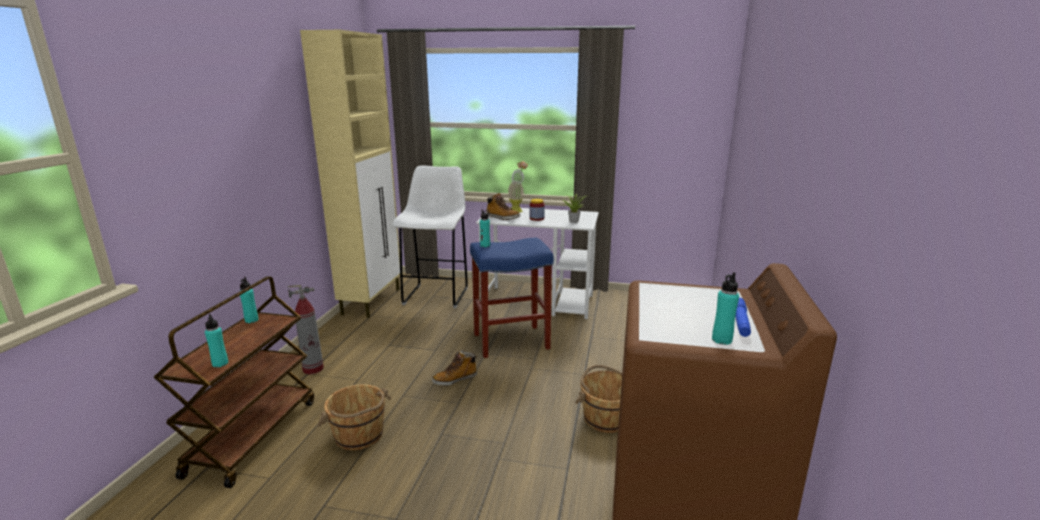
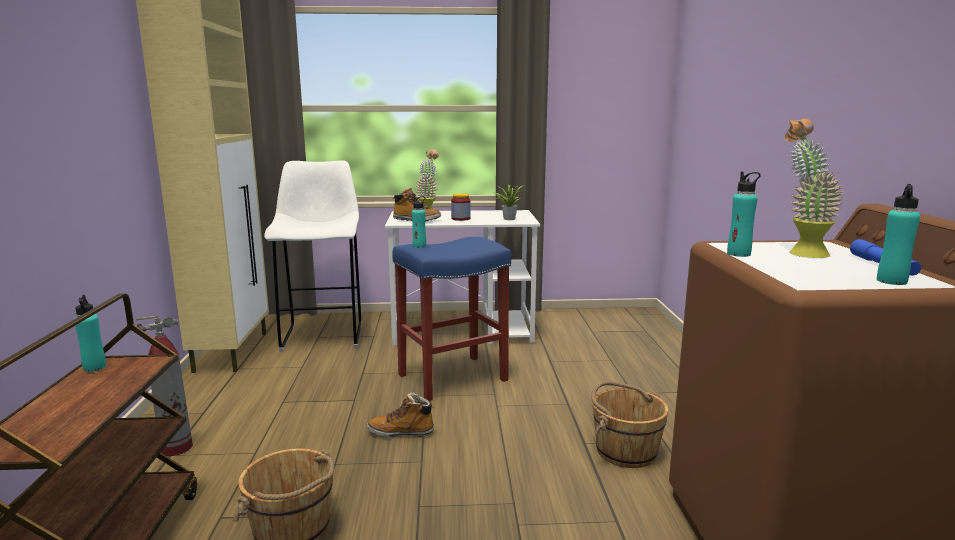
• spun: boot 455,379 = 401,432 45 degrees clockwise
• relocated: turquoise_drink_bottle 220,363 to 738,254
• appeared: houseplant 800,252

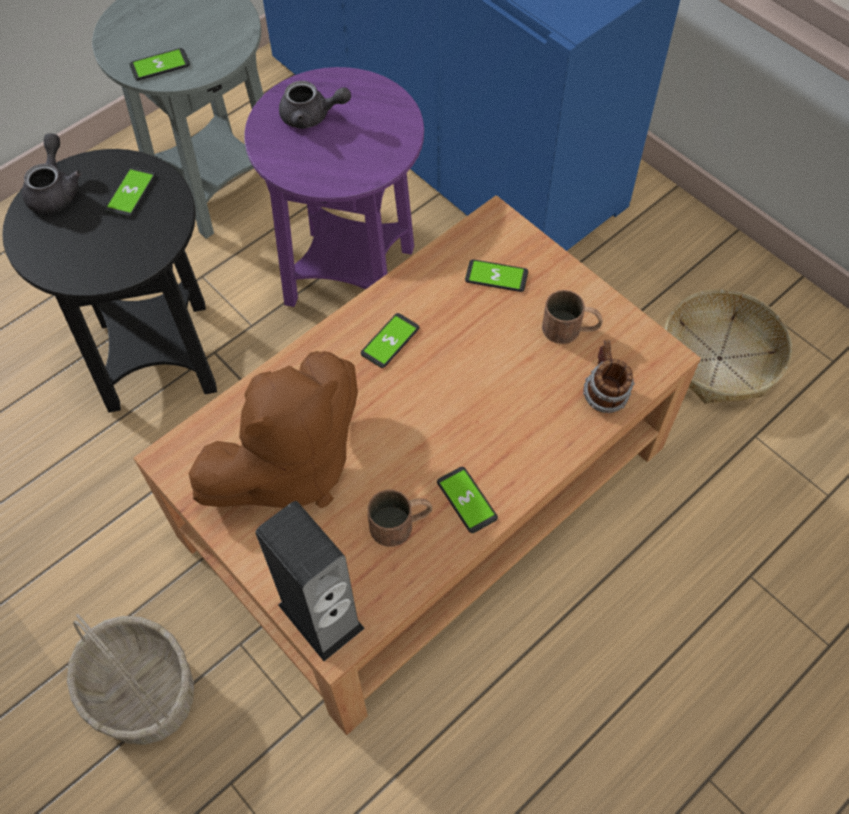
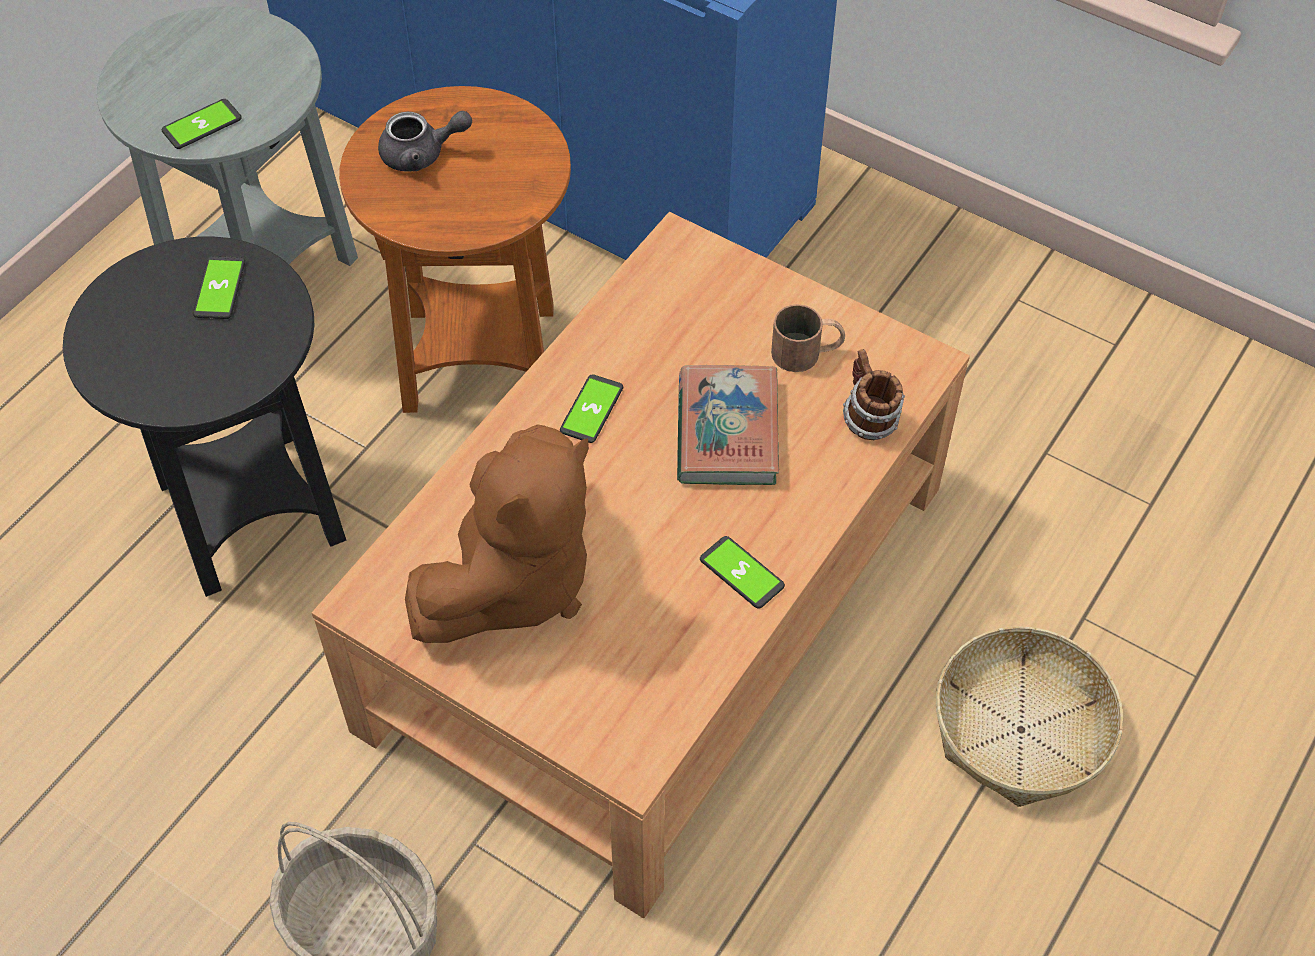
• colour: purple_end_table 351,276 to brown_end_table 480,359
• appeared: book 727,431
• relocated: basket 720,358 to 1021,729
• missing: gray_pot_for_tea 55,190
• missing: audio_speaker 321,616
• missing: brown_coffee_mug 401,523
• missing: phone 496,276

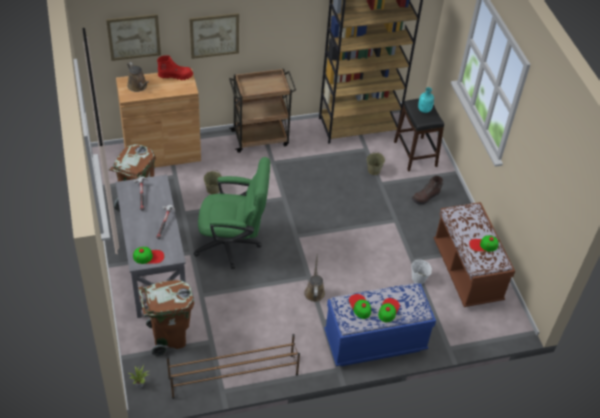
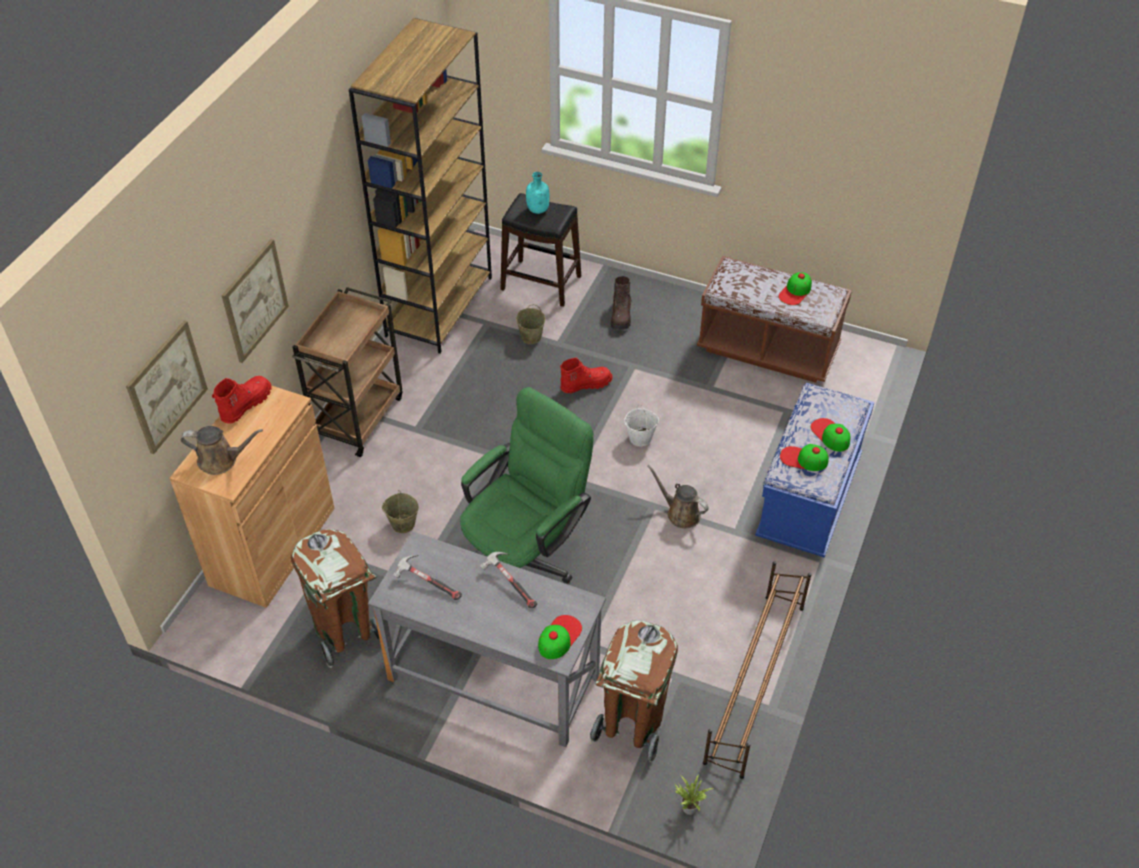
• appeared: red_boot 585,384
• relocated: whitish_bucket 419,278 to 641,438

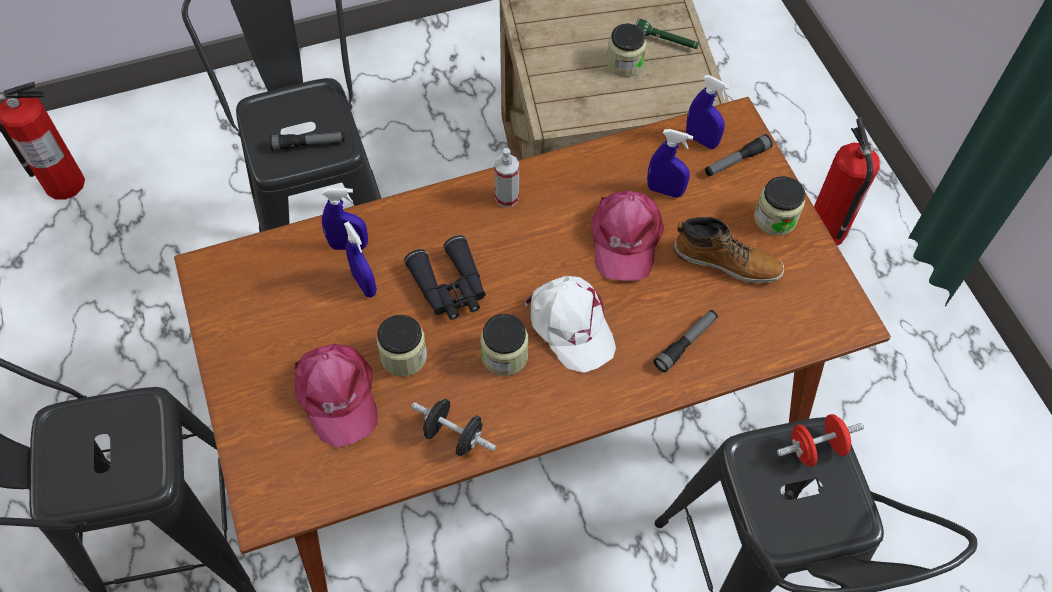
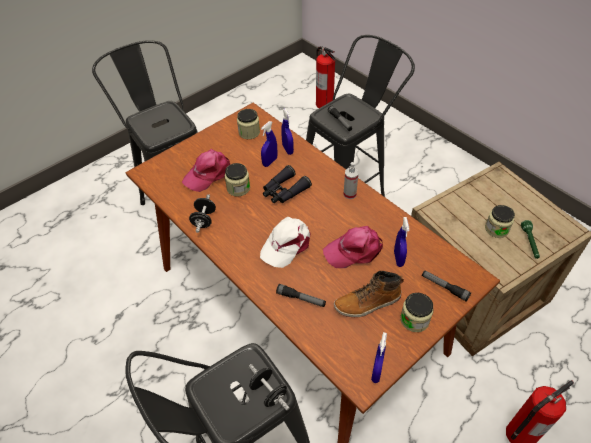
• relocated: jar 504,355 to 249,132
• colour: red_dumbbell 815,448 to black-coloured_dumbbell 268,392
• spun: boot 726,261 = 367,303 75 degrees clockwise
• relocated: bluish_spray_bottle 701,140 to 376,372

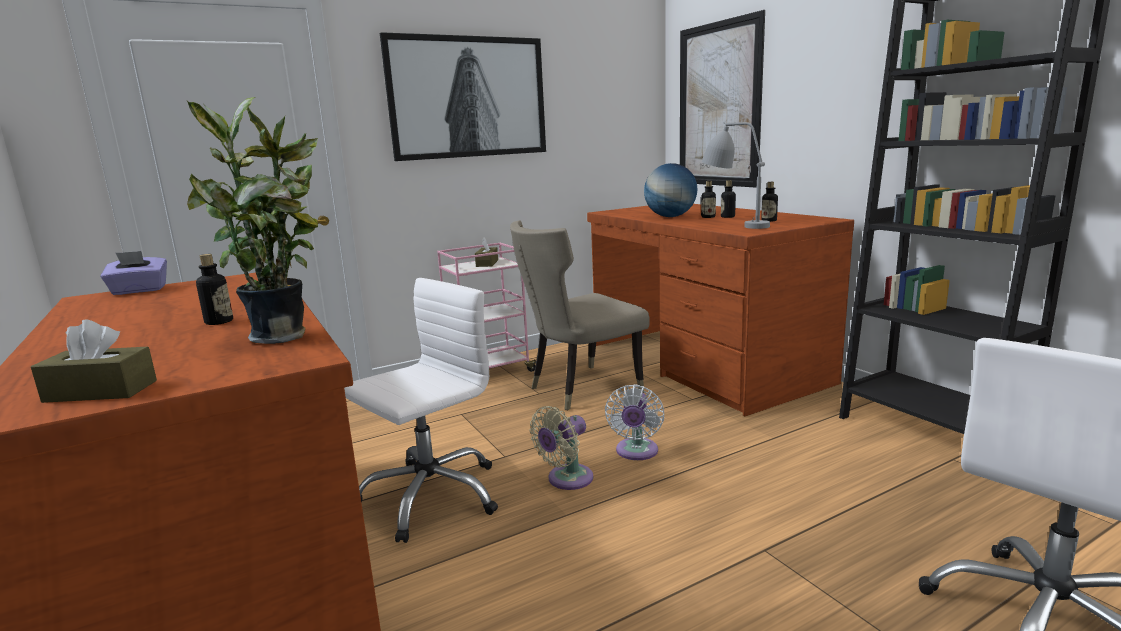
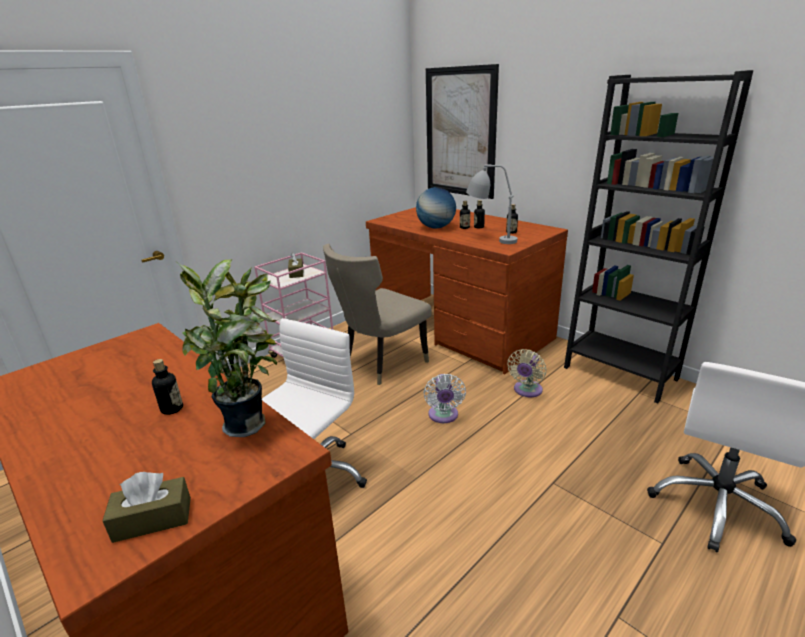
• relocated: beige-coloured_fan 566,480 to 526,391
• missing: purple_tissue_box 139,290
• missing: picture 468,97

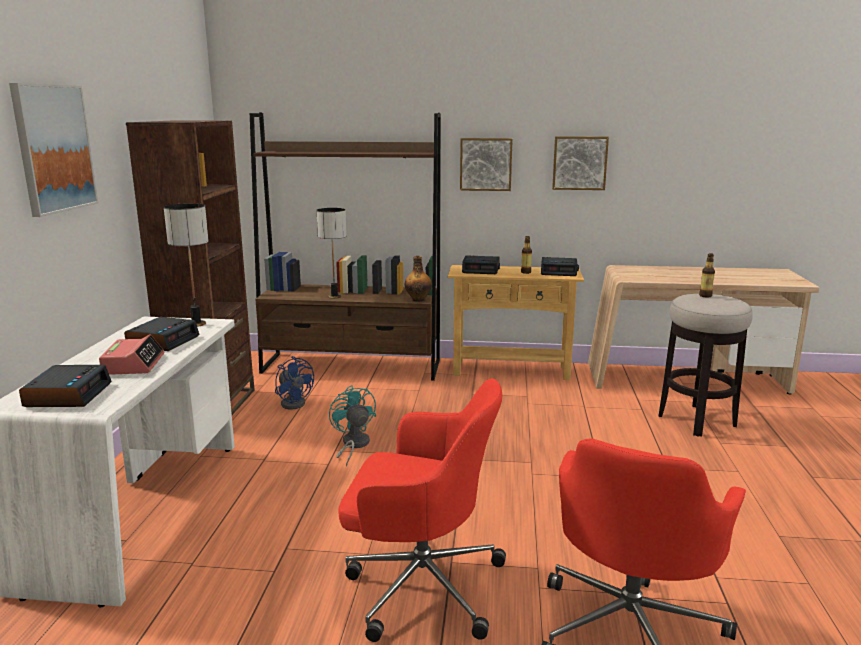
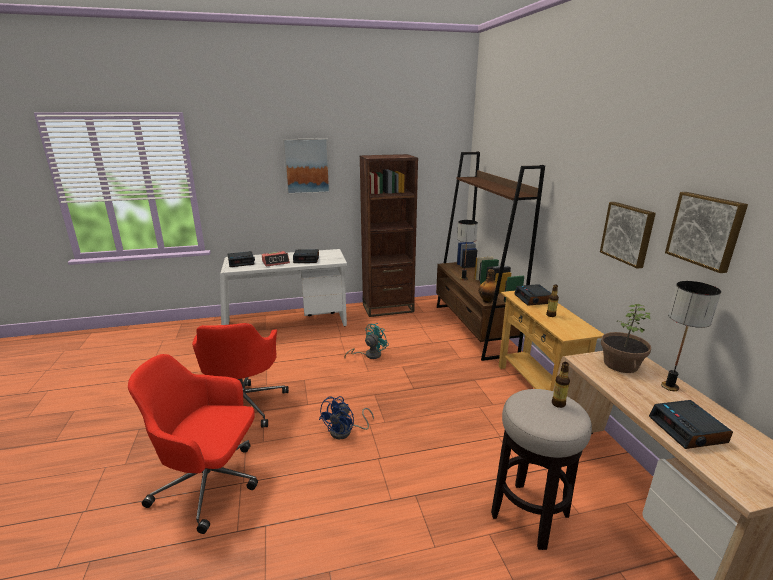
• relocated: bluish_fan 294,402 to 345,432
• appeared: houseplant 620,364
• relocated: alarm_clock 559,271 to 688,430
• relocated: lamp_for_a_table 197,324 to 670,386
• relocated: picture 486,164 to 705,230

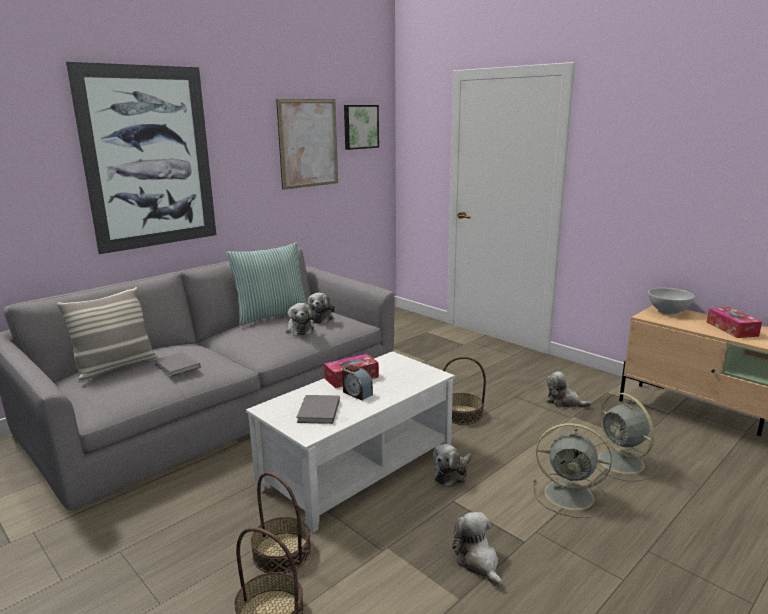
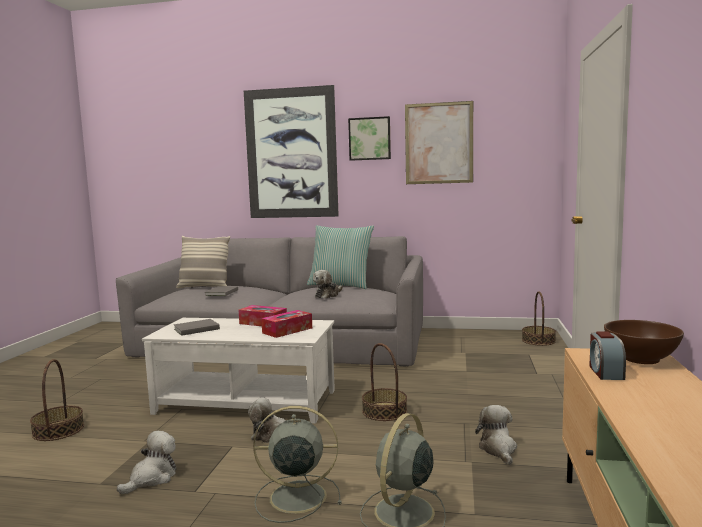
• spun: gray_fan 571,496 = 295,497 105 degrees clockwise
• relocated: tissue_box 731,329 to 287,330
• relocated: picture 360,126 to 369,138
• relocated: basket 282,552 to 538,341
• relocated: alarm_clock 356,393 to 605,372
• colour: whitish_serving_bowl 668,311 to brown_serving_bowl 641,359
• missing: plush_toy 320,318

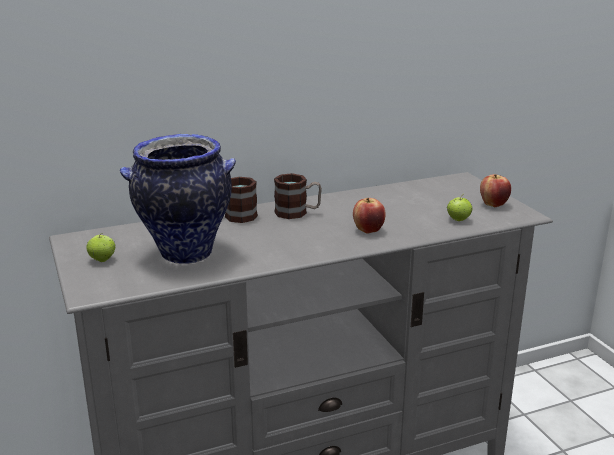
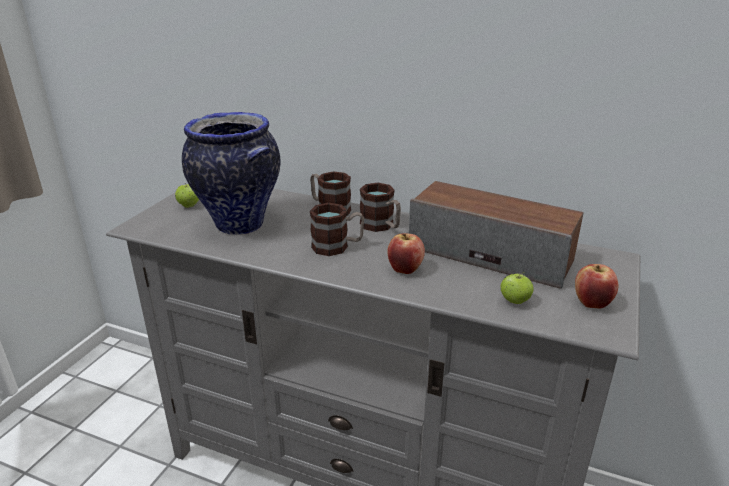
• appeared: coffee_mug 337,246
• appeared: audio_speaker 490,254

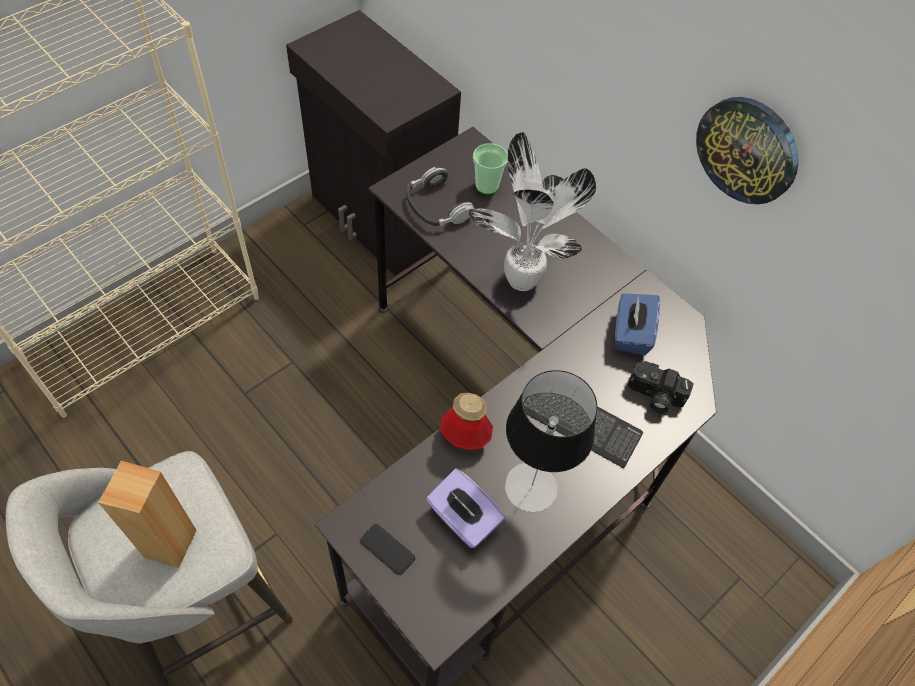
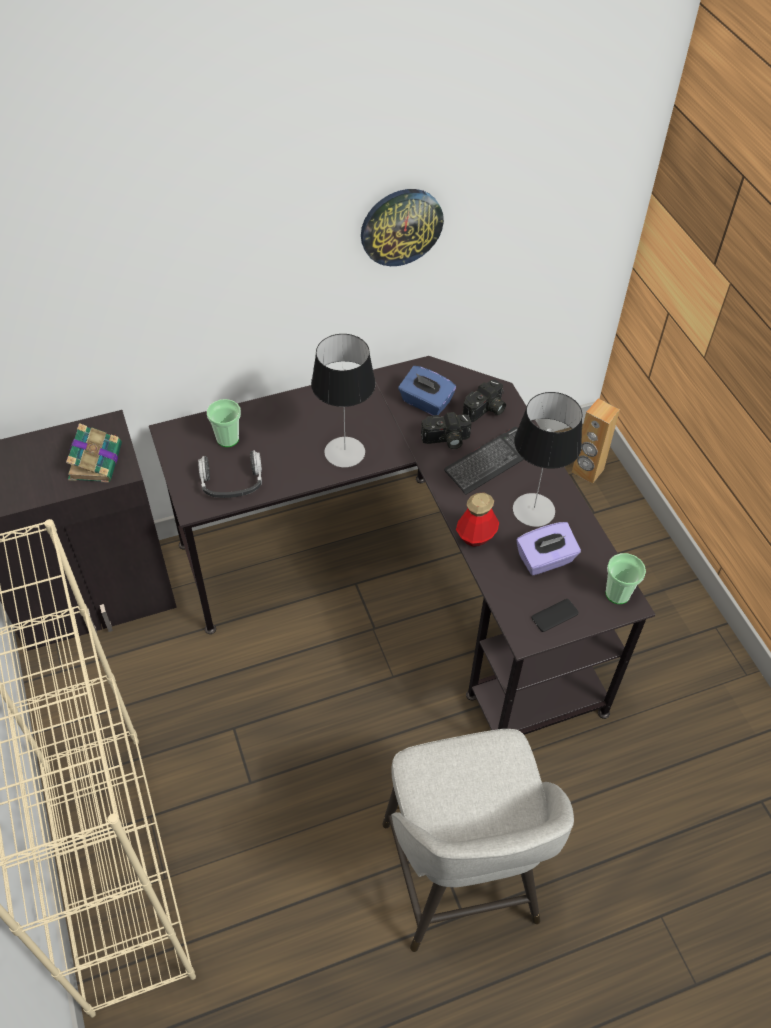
• appeared: book 96,460
• exchanged: houseplant 520,282 to lamp_for_a_table 345,452
• appeared: still_camera 446,440
• relocated: brown_audio_speaker 169,543 to 587,471
• appeared: cup 617,594

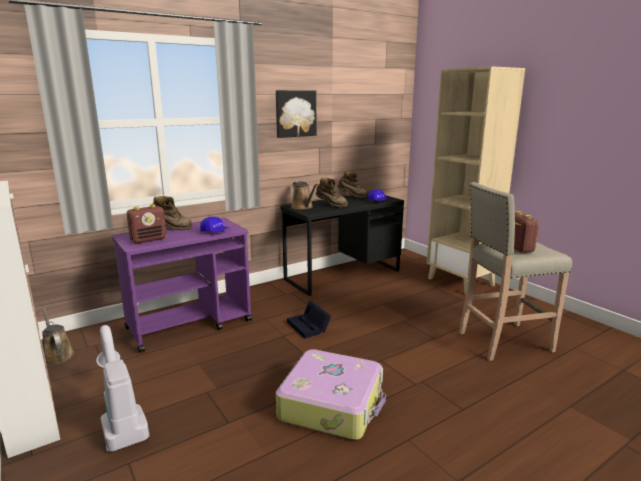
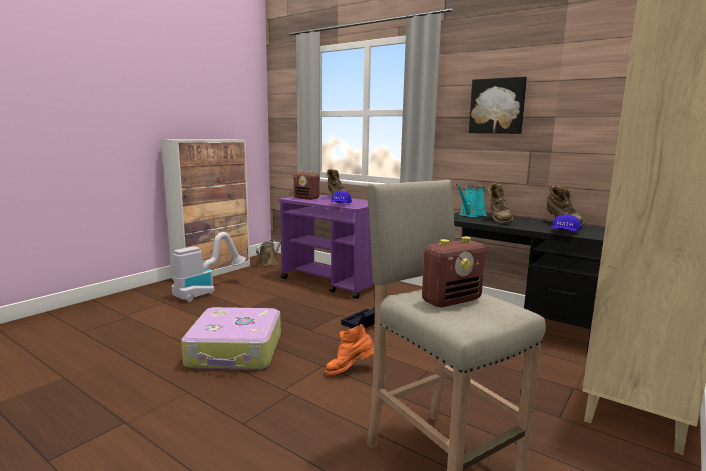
• appeared: orangey_boot 349,370
• colour: brown_watering_can 303,207 to turquoise_watering_can 471,215

